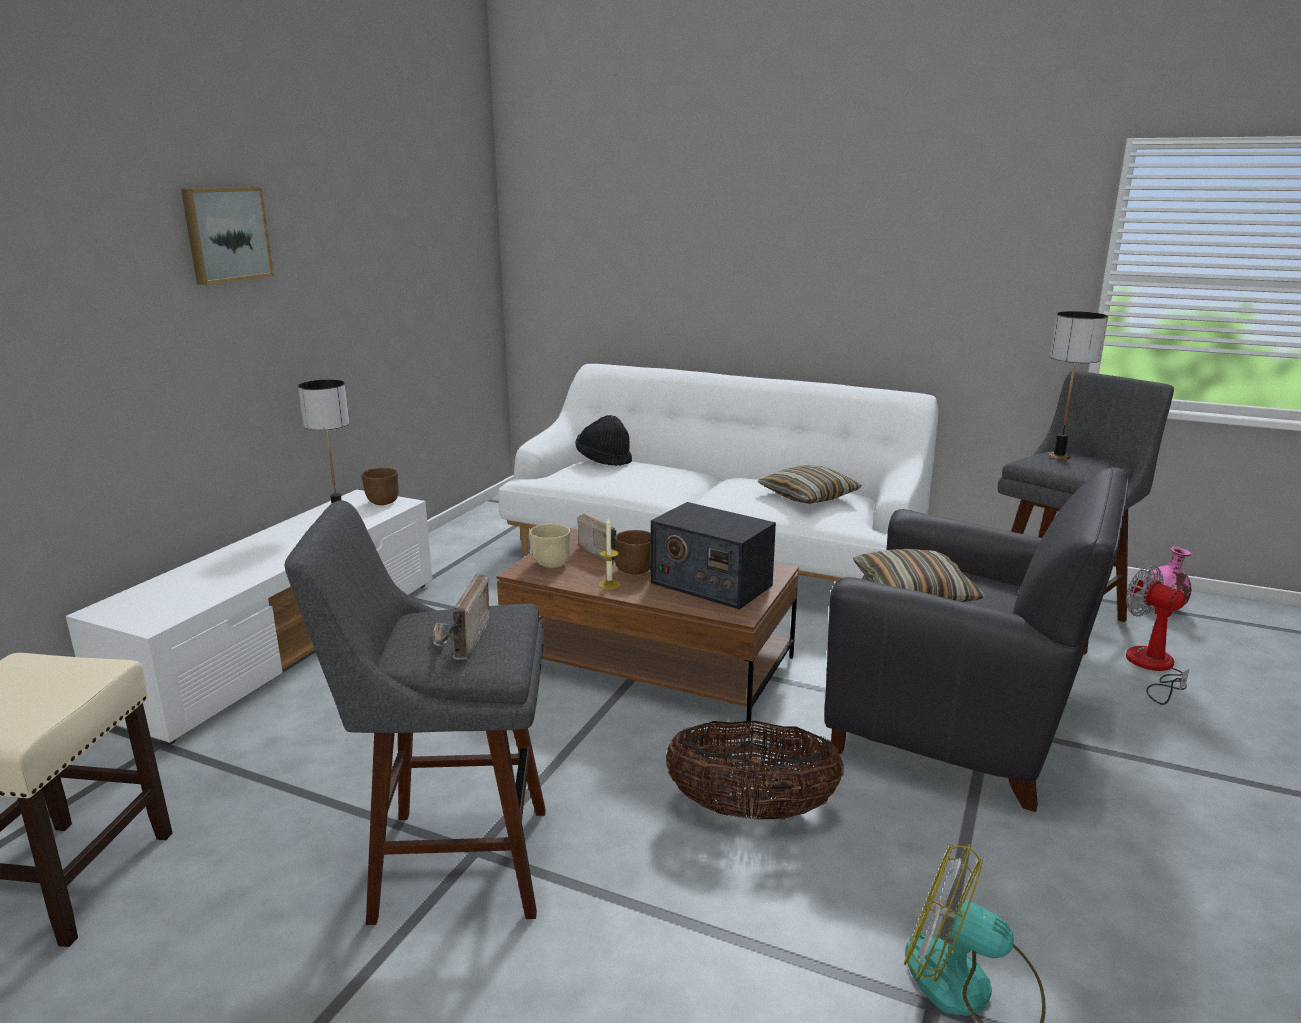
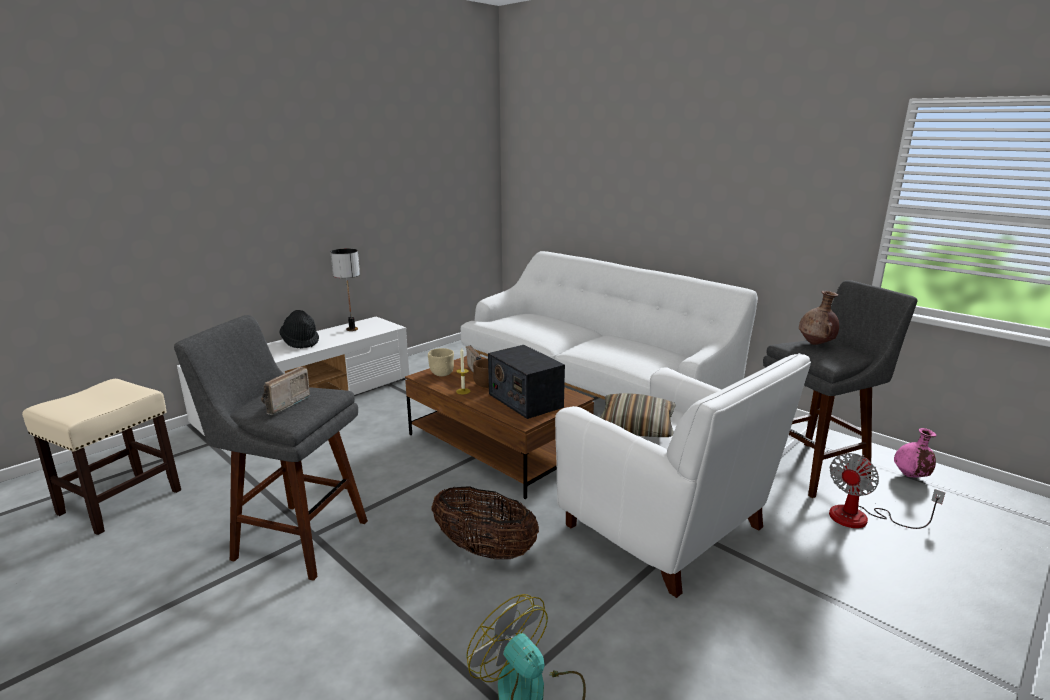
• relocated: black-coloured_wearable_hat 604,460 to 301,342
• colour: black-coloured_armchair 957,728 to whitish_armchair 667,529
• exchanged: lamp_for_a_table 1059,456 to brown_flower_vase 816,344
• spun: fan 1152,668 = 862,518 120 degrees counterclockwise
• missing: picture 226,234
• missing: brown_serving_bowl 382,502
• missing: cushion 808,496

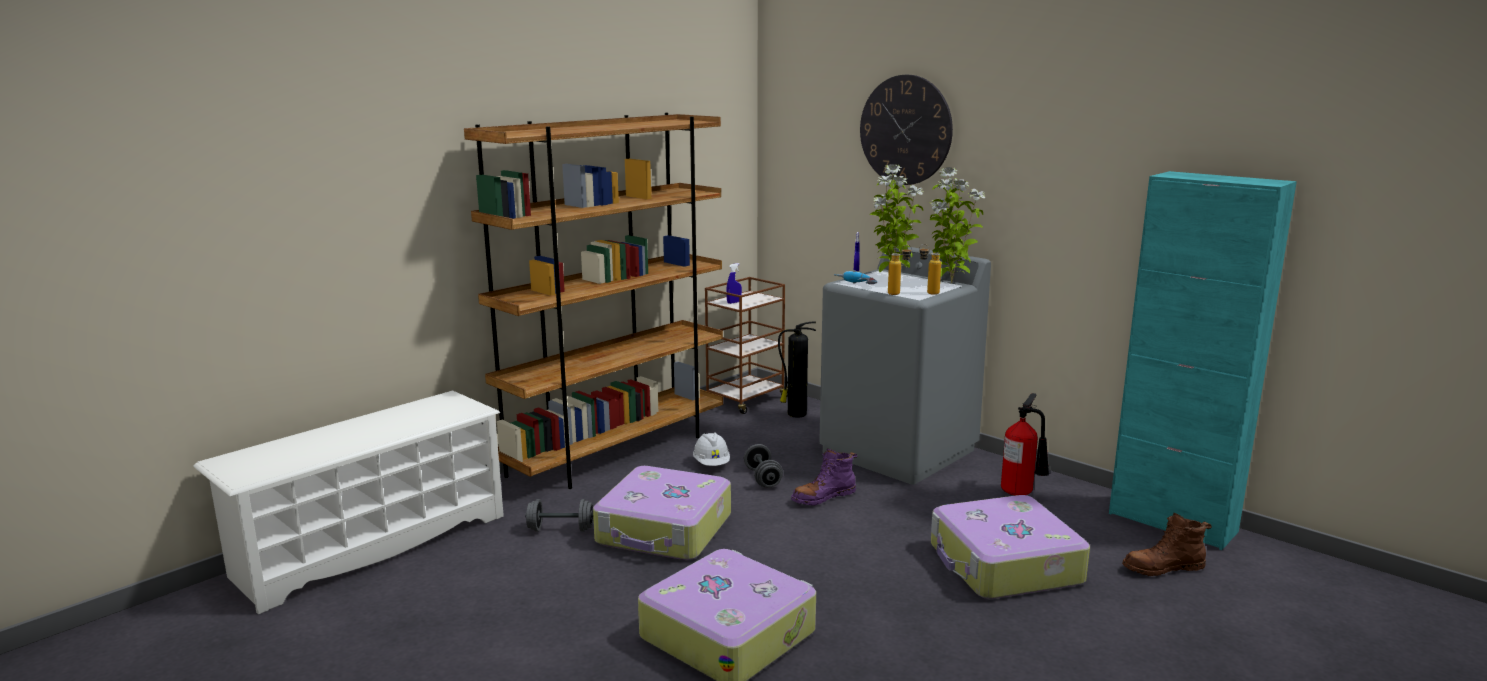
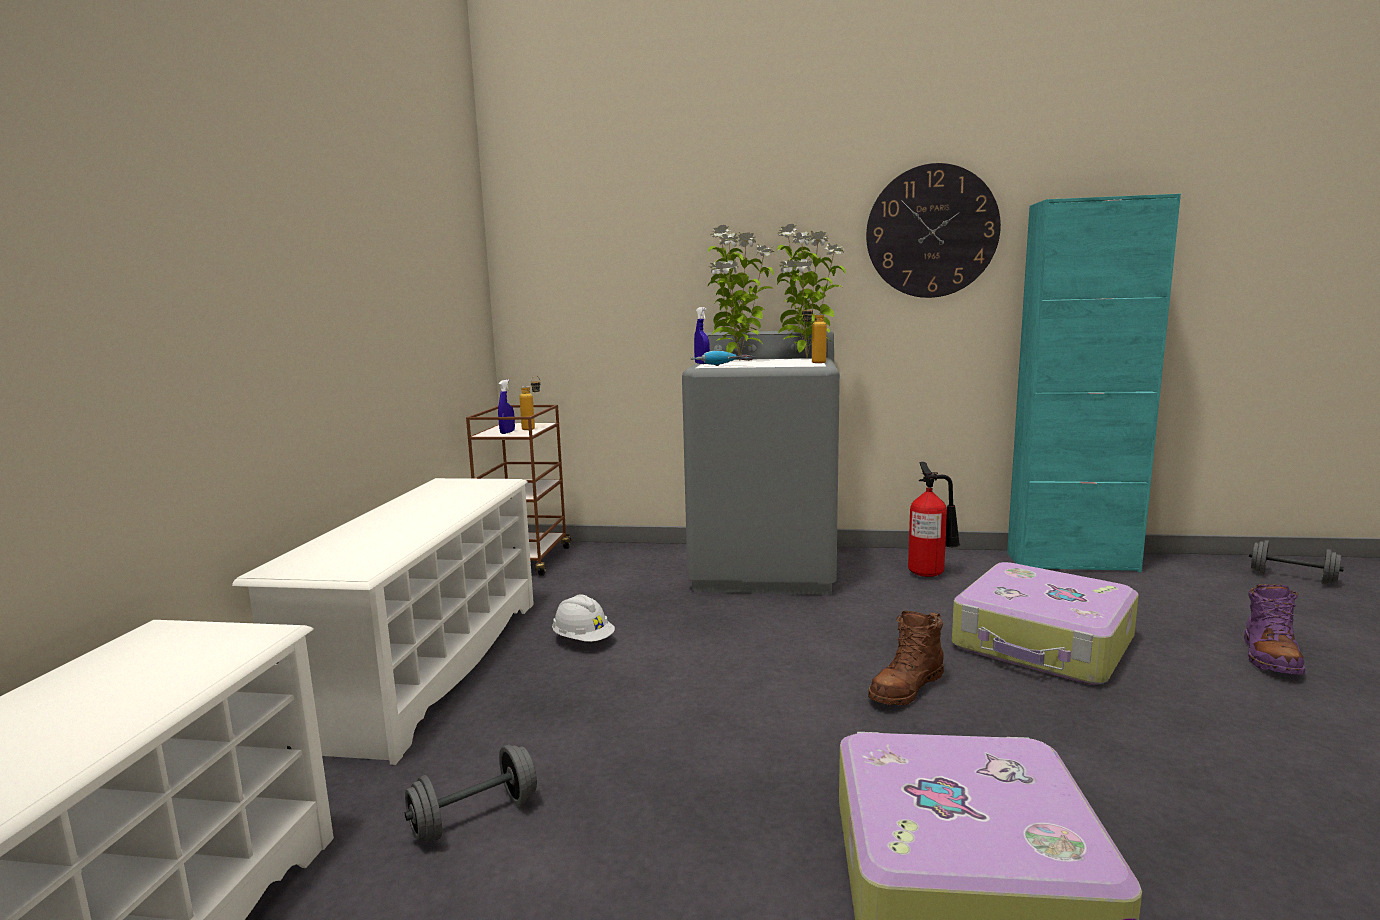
• exchanged: brown_bookcase 616,452 to whitish_shoe_rack 426,665
• relocated: drink_bottle 898,293 to 533,428
• relocated: clock_on_the_wall 905,130 to 932,231
• relocated: brown_boot 1163,568 to 906,688
• relocated: purple_boot 823,497 to 1270,657
• relocated: gray_dumbbell 762,478 to 1292,578
• missing: travel_case 664,530
• missing: fire_extinguisher 795,414

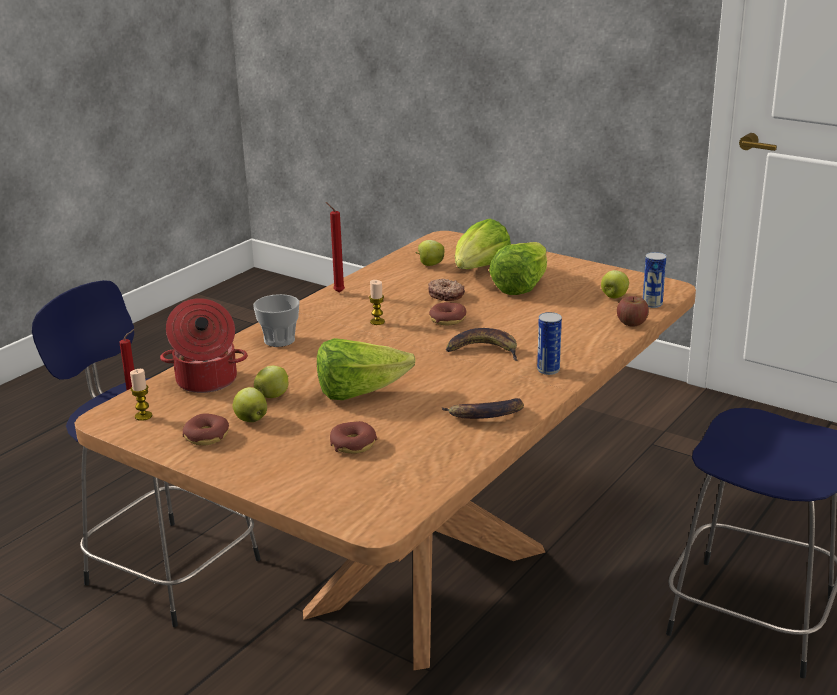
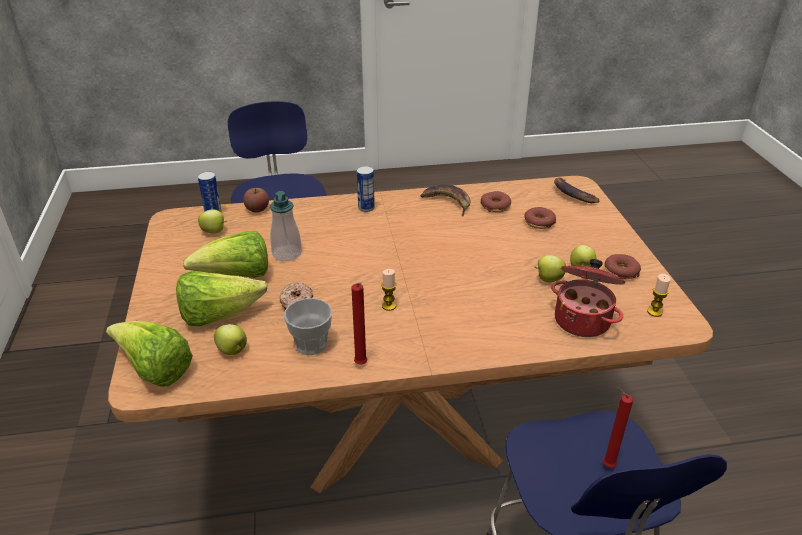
• relocated: lettuce 359,393 to 155,370
• appeared: soap_dispenser 287,254
• relocated: cup 279,340 to 311,344
• relocated: doughnut 447,320 to 495,206
• relocated: whole_banana 483,350 to 572,194

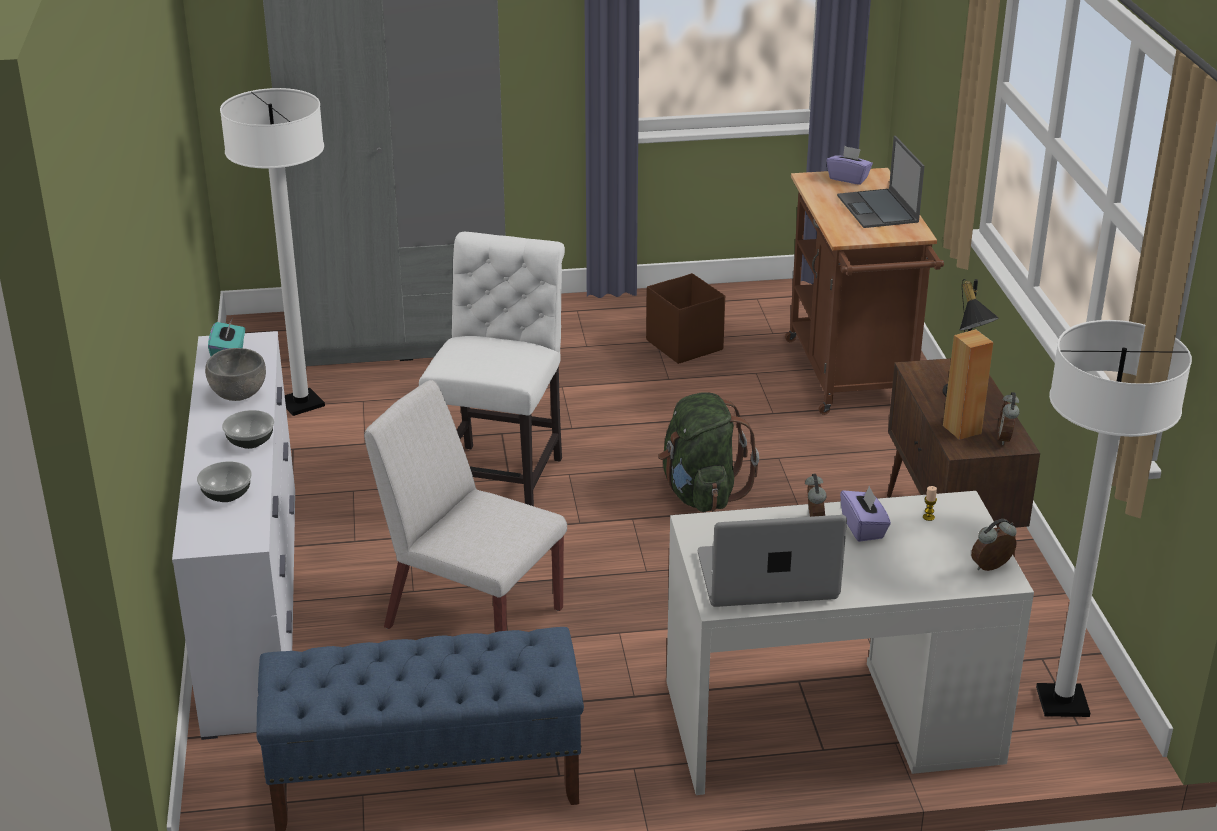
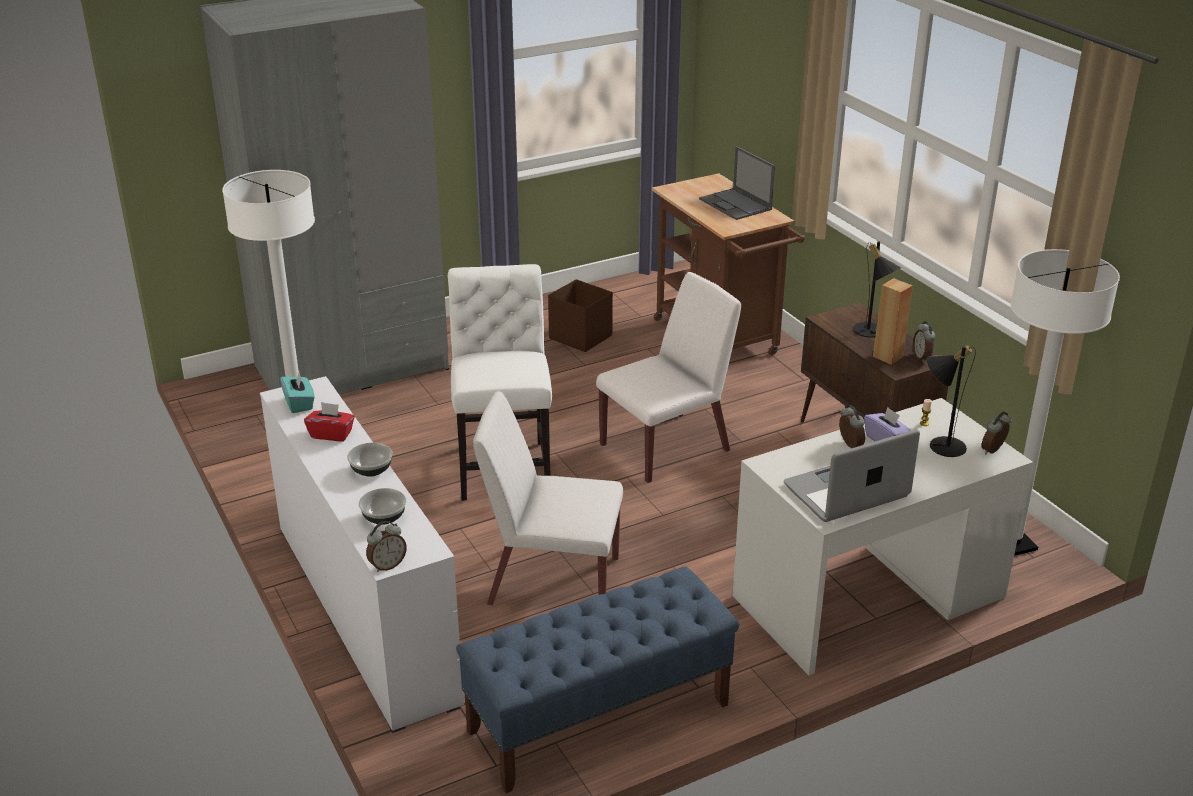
• exchanged: gray_serving_bowl 238,395 to red_tissue_box 331,434
• appeared: alarm_clock 387,565
• exchanged: green-coloured_knapsack 701,494 to whitish_chair 666,447
• appeared: black-coloured_lamp_for_a_table 940,444
• missing: purple_tissue_box 848,178

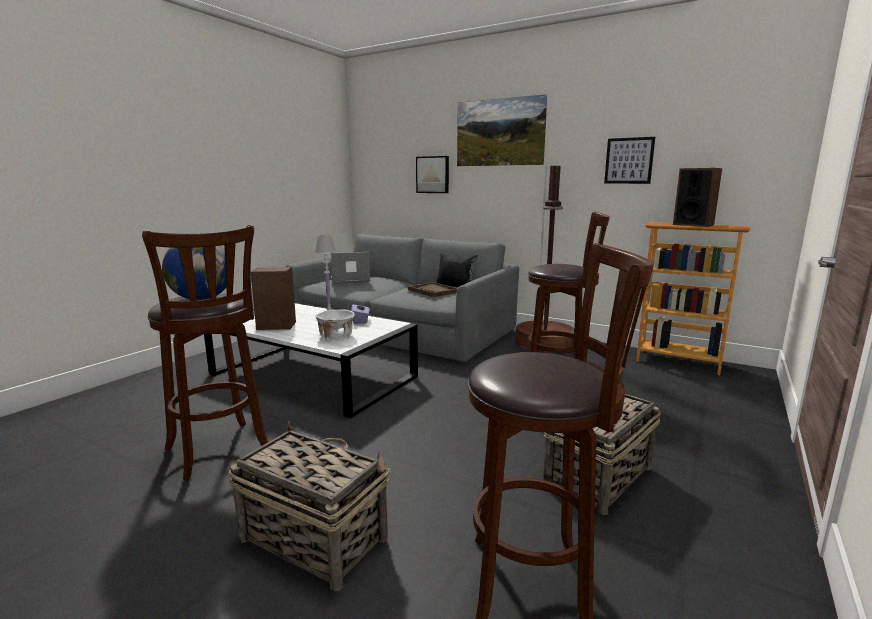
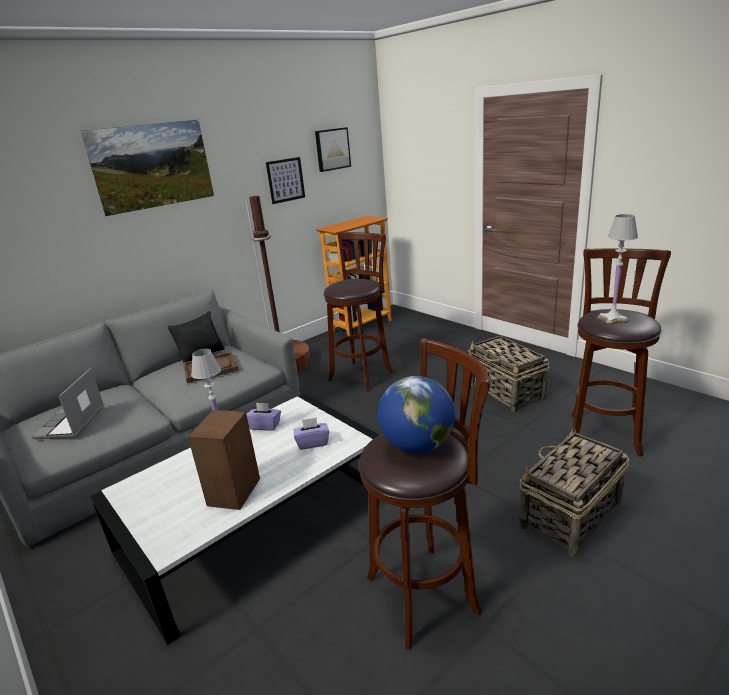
• exchanged: whitish_serving_bowl 336,336 to purple_tissue_box 312,443
• relocated: picture 433,174 to 332,149
• appeared: whitish_lamp_for_a_table 612,319
• missing: audio_speaker 693,225

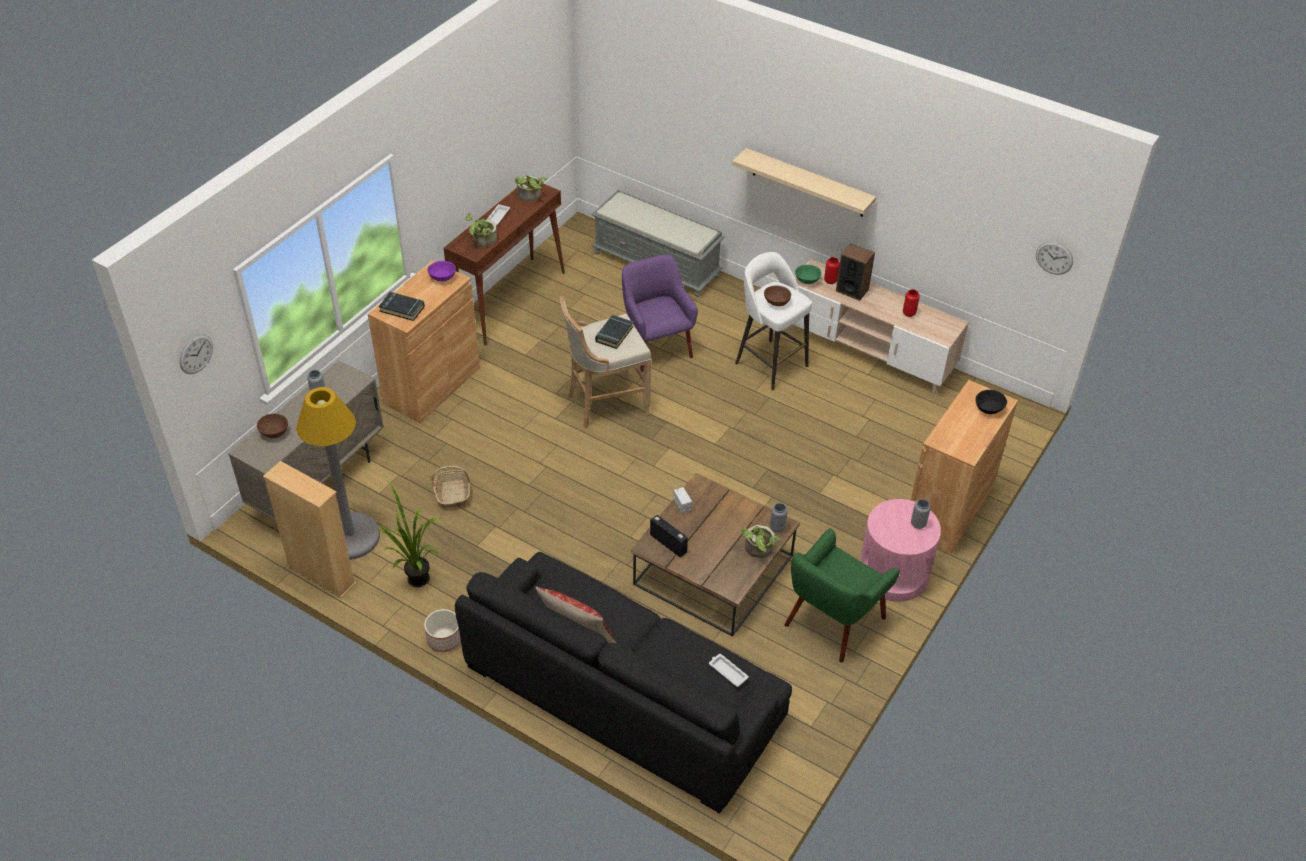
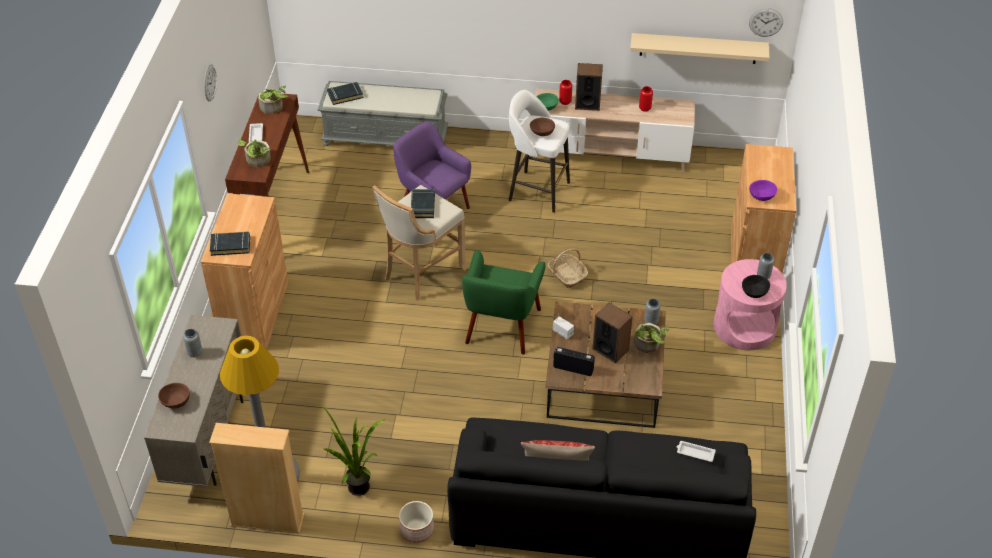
• relocated: clock_on_the_wall 196,354 to 210,82
• appeared: black-coloured_book 345,95
• relocated: green-coloured_armchair 832,621 to 501,326
• relocated: basket 453,493 to 567,275
• appeared: audio_speaker 610,349
• relocated: beige-coloured_bracket_shelf 808,183 to 698,48
• relocated: black-coloured_serving_bowl 989,408 to 754,292
• relocated: purple_serving_bowl 443,277 to 762,196

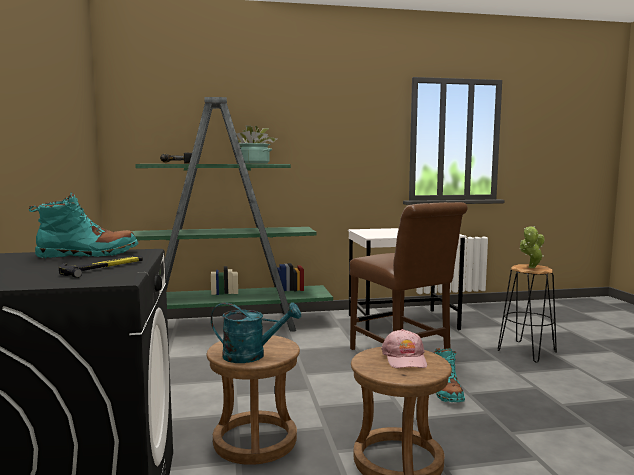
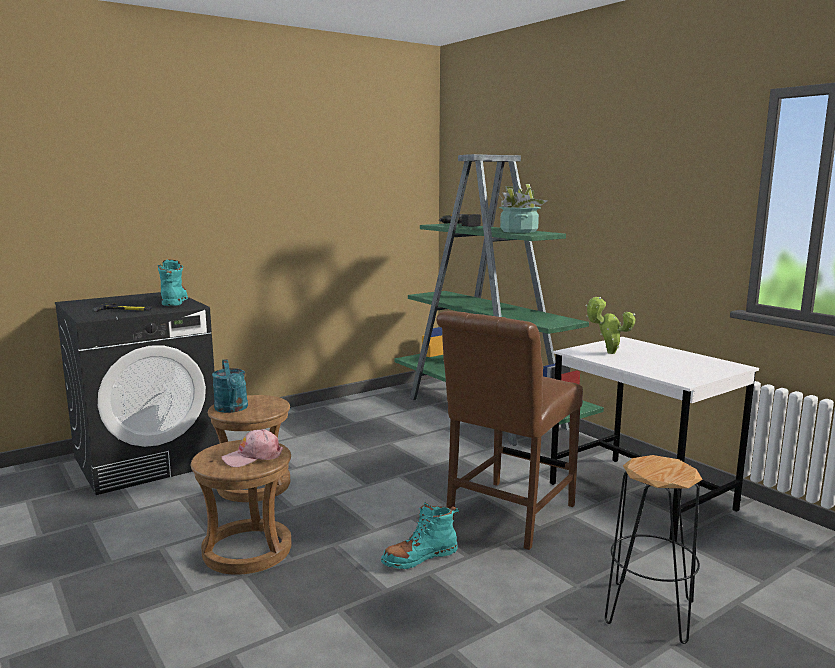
• spun: turquoise_boot 88,254 = 174,301 150 degrees counterclockwise
• relocated: houseplant 531,268 to 608,353

